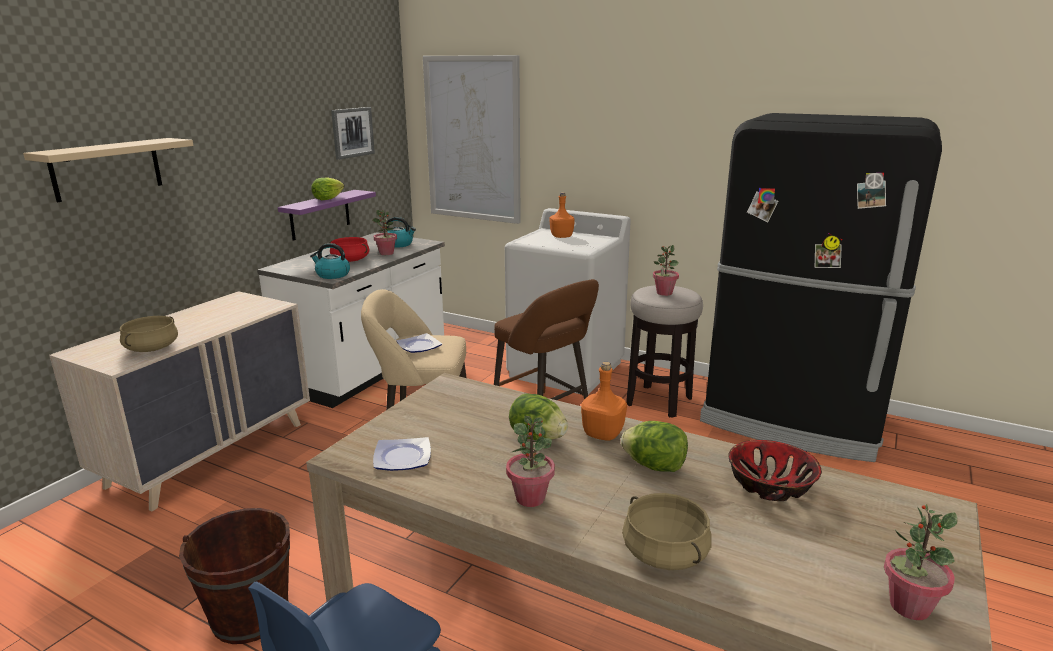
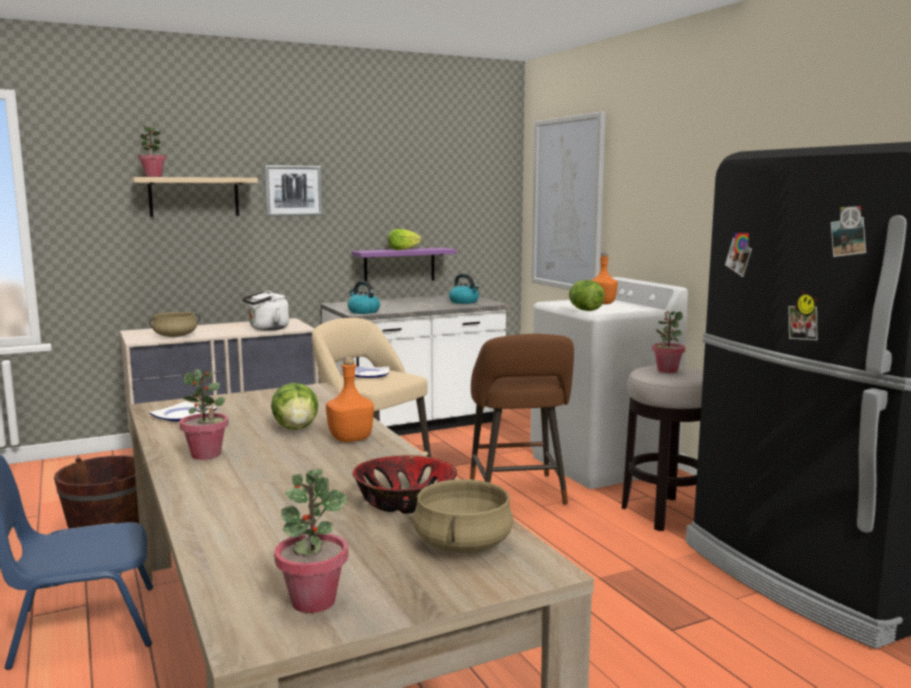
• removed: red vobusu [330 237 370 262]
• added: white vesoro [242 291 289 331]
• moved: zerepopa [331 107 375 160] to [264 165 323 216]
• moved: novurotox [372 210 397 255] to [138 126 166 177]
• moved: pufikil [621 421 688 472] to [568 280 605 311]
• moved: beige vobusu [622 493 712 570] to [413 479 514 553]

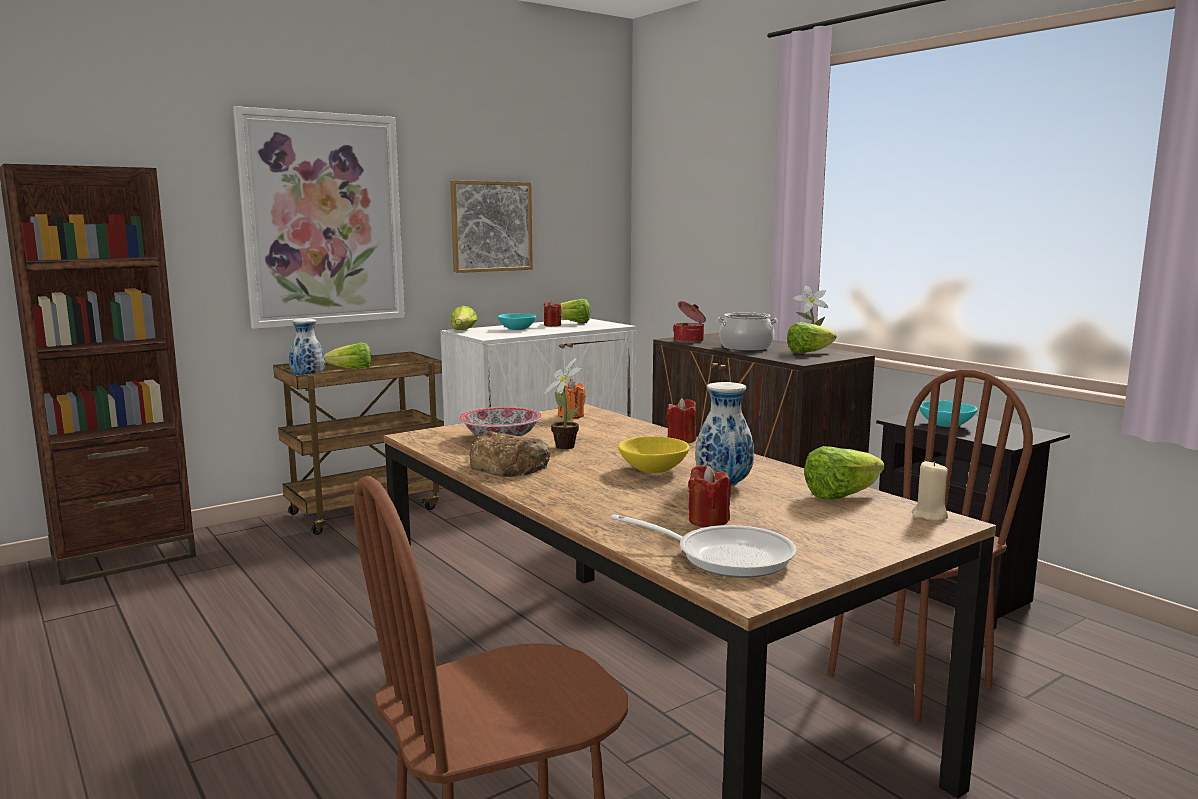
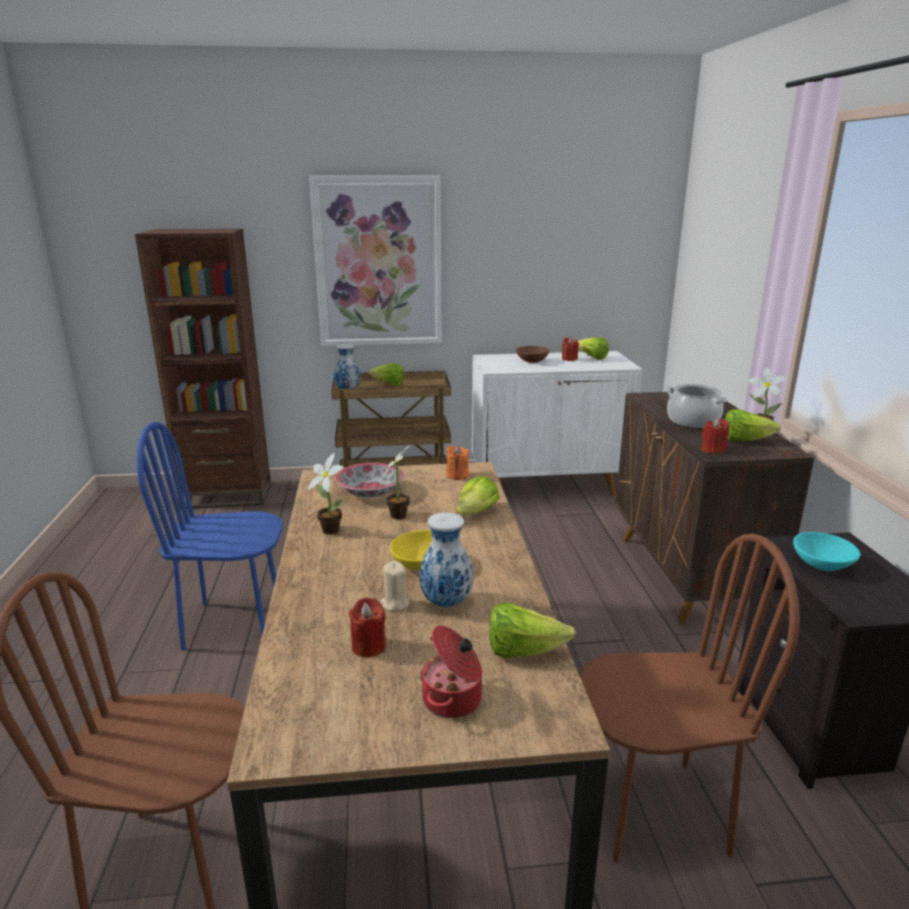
• removed: zerepopa [450 180 533 273]
• removed: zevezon [611 514 796 578]
• added: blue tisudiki [136 422 283 651]
• moved: pufikil [451 306 477 330] to [456 476 500 515]
• moved: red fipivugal [666 398 697 443] to [702 418 729 454]
• moved: vobusu [673 301 706 343] to [420 626 482 718]
• moved: beige fipivugal [912 461 948 521] to [380 561 409 611]
• replaced: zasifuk [469 431 550 477] to novurotox [308 453 344 535]
• recoloured: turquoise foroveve [498 314 536 330] to brown foroveve [516 346 549 363]

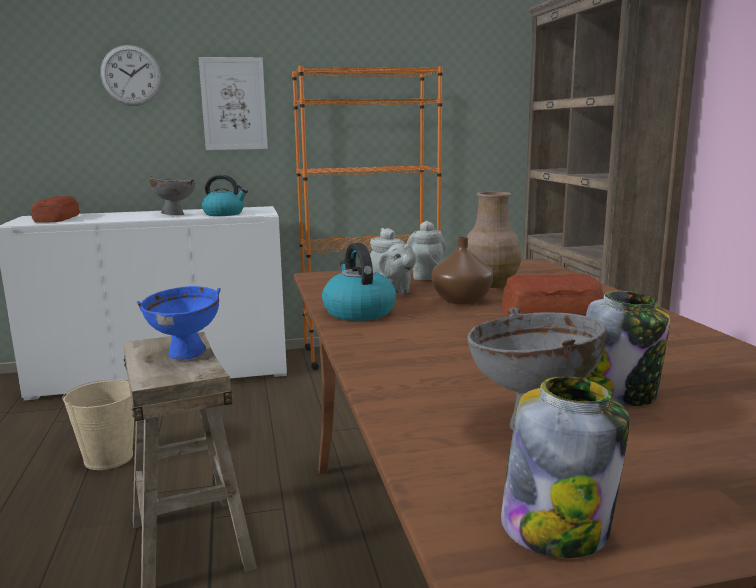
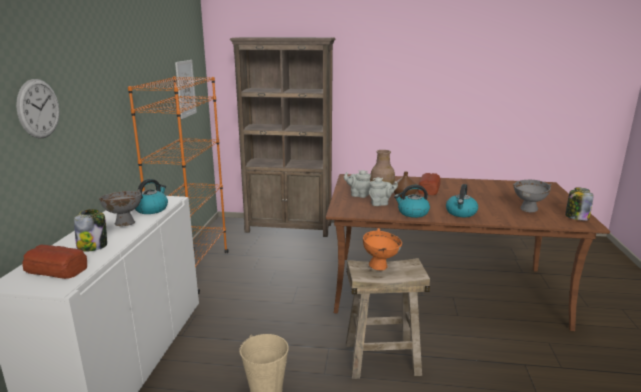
• added: vesoro [446 184 478 217]
• moved: zerepopa [199 57 268 150] to [175 60 197 119]
• moved: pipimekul [586 291 670 406] to [74 209 107 251]
• recoloured: blue foroveve [137 286 220 360] to orange foroveve [363 228 402 271]

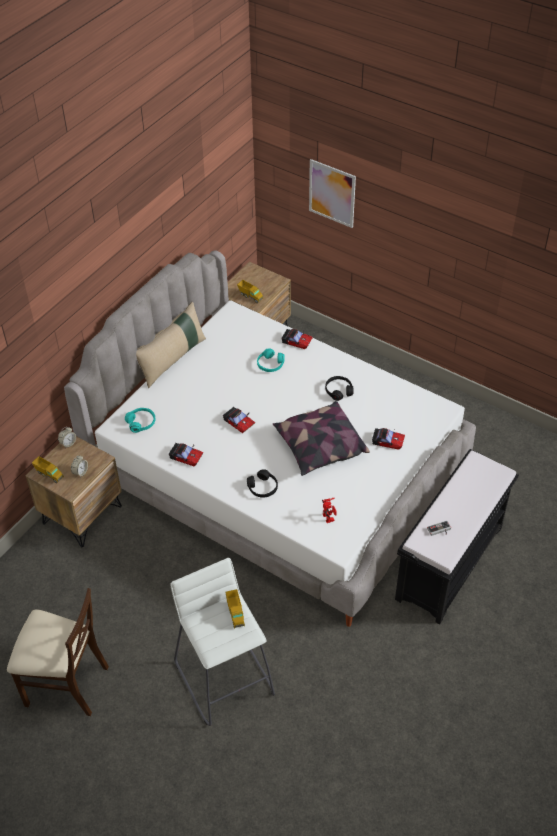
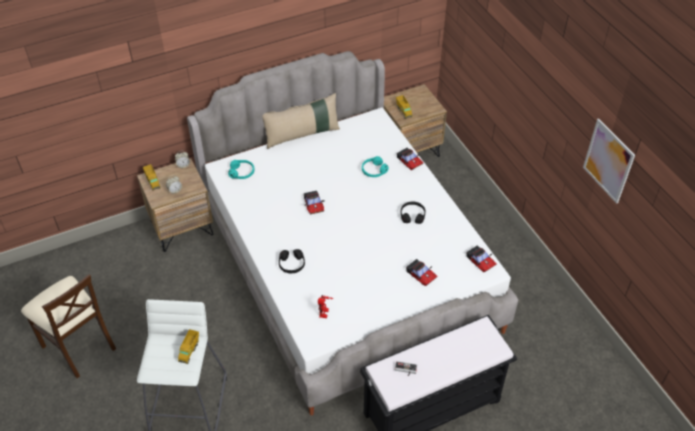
• removed: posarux [273 401 370 476]
• moved: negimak [169 443 203 466] to [466 245 497 272]
• moved: zerepopa [309 159 356 228] to [583 119 635 204]

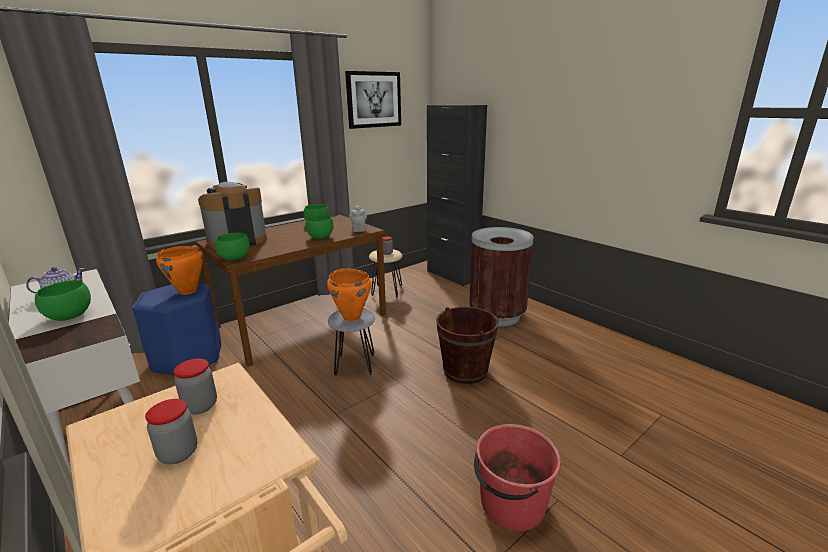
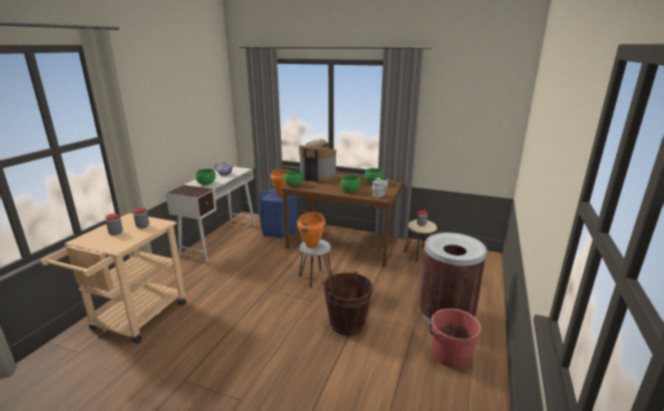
• removed: zerepopa [345 71 401 129]
• removed: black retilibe [427 105 487 286]
• moved: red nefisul [474 424 561 531] to [429 308 481 368]

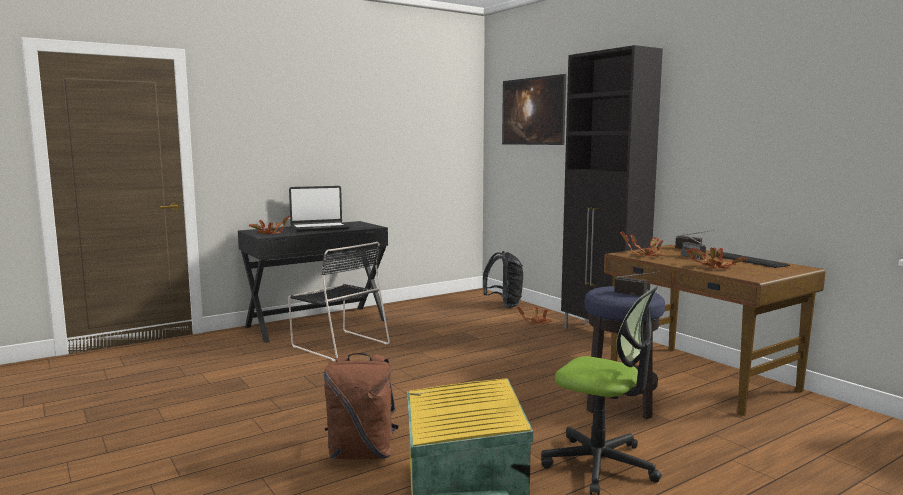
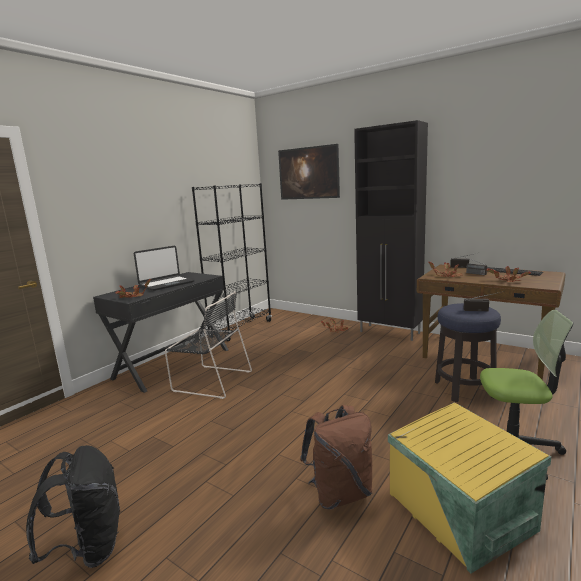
• added: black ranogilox [192 183 272 341]
• moved: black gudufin [483 251 523 308] to [26 445 120 568]

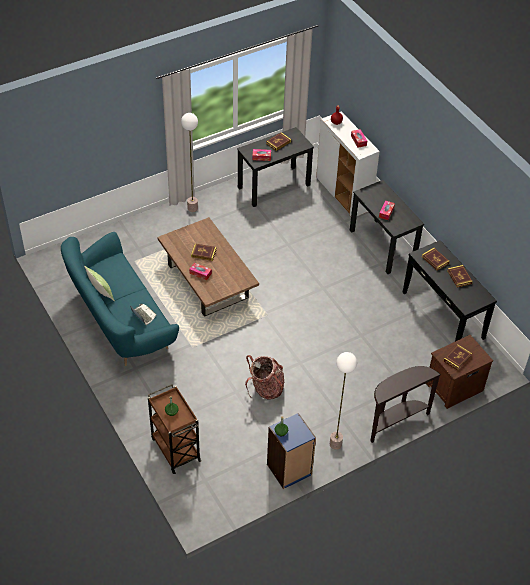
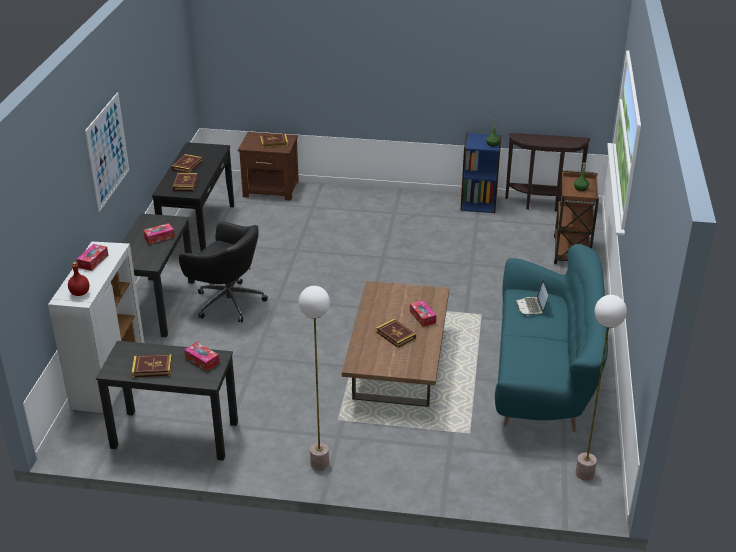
• removed: posarux [84 266 115 301]
• removed: gudufin [245 355 284 399]
• added: zerepopa [85 92 129 212]
• added: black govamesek [179 221 268 322]
• moved: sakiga [330 352 357 450] to [575 295 627 481]
• moved: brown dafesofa [370 366 441 443] to [505 133 590 211]

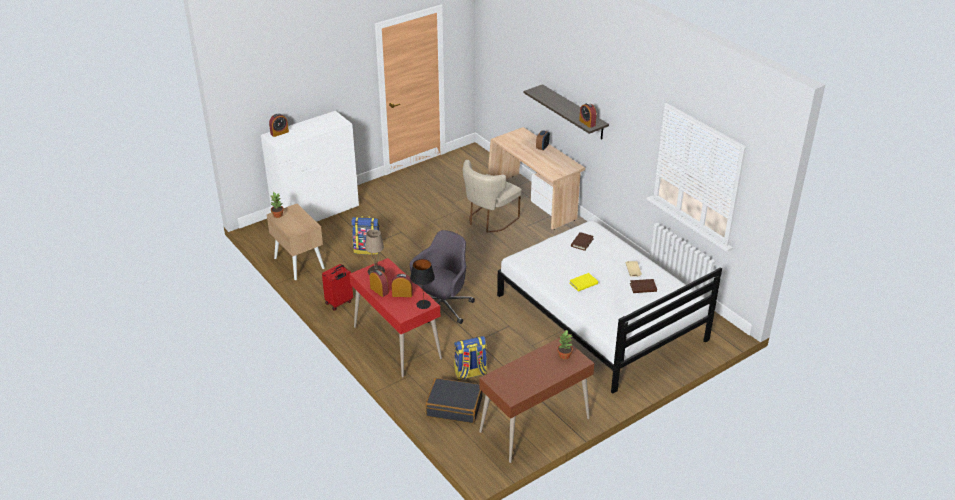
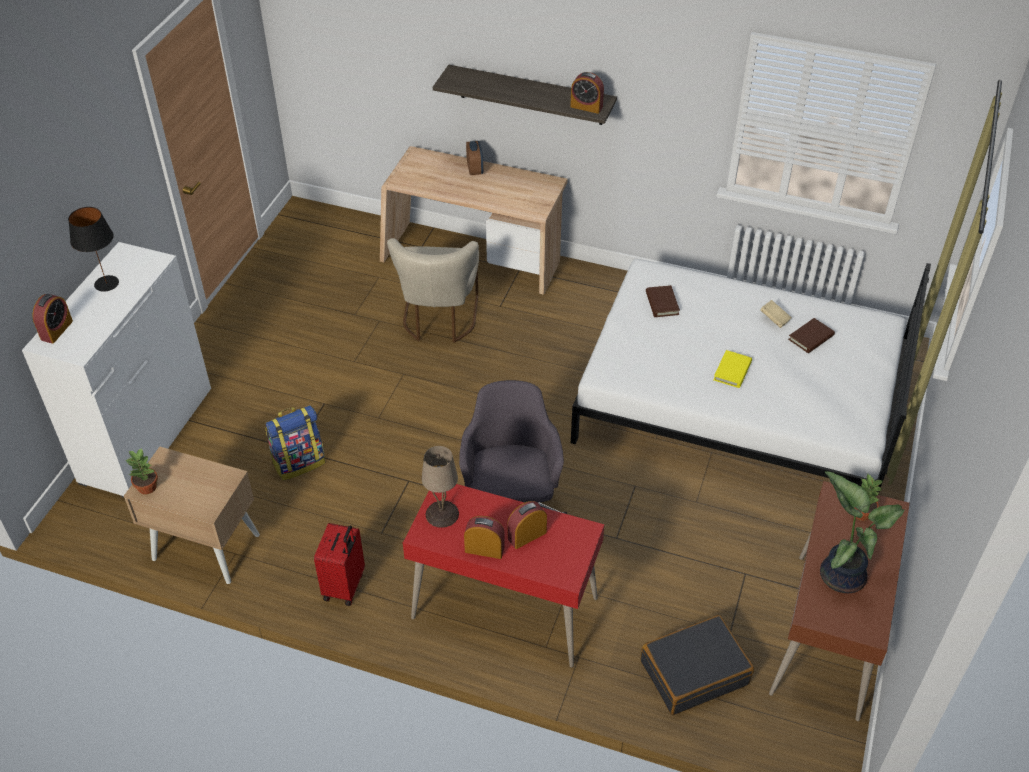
• removed: gudufin [454 336 487 380]
• added: novurotox [820 471 905 593]
• moved: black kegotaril [410 259 435 309] to [68 207 119 292]

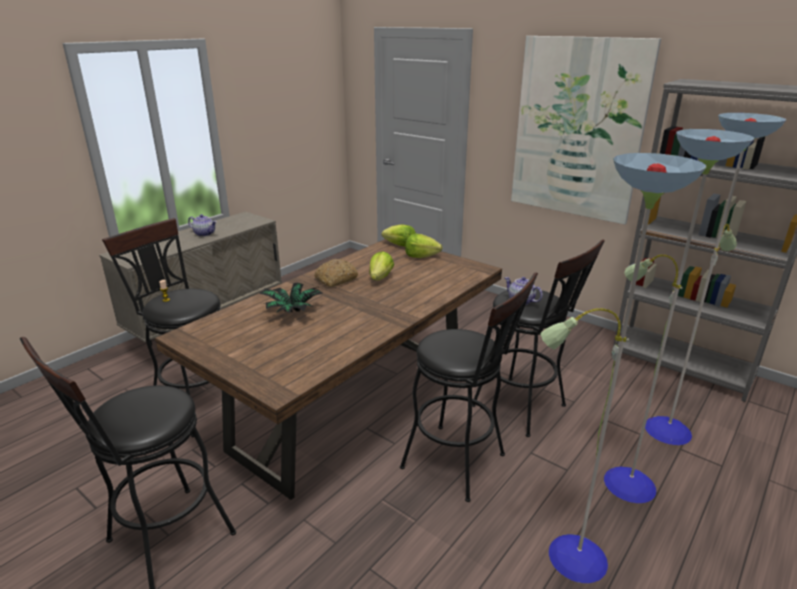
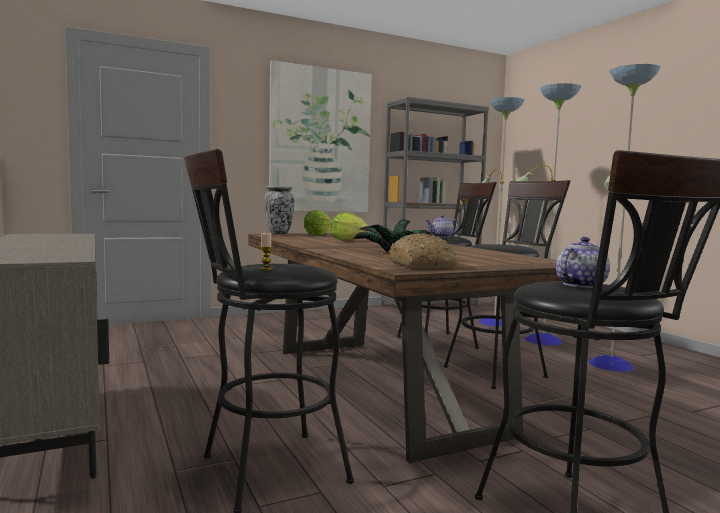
• moved: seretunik [188 214 217 237] to [556 237 610 288]
• moved: zasifuk [314 259 358 287] to [389 233 458 269]
• replaced: pufikil [382 224 416 247] to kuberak [264 186 295 235]

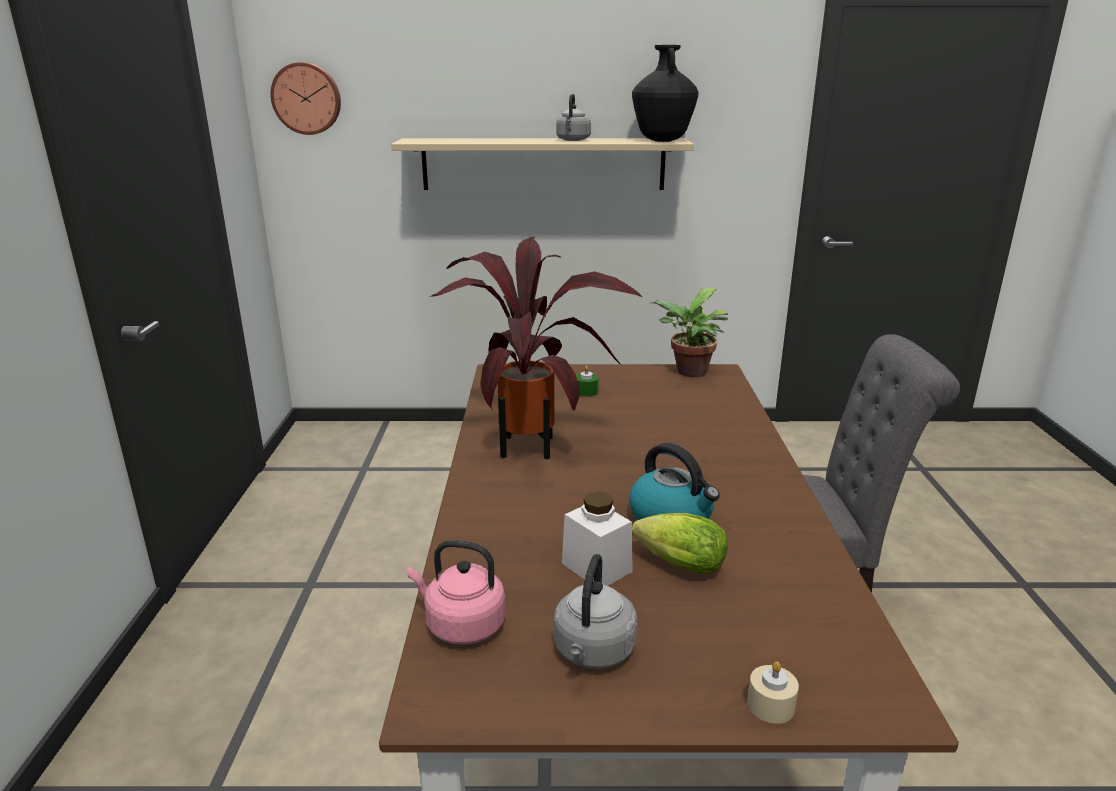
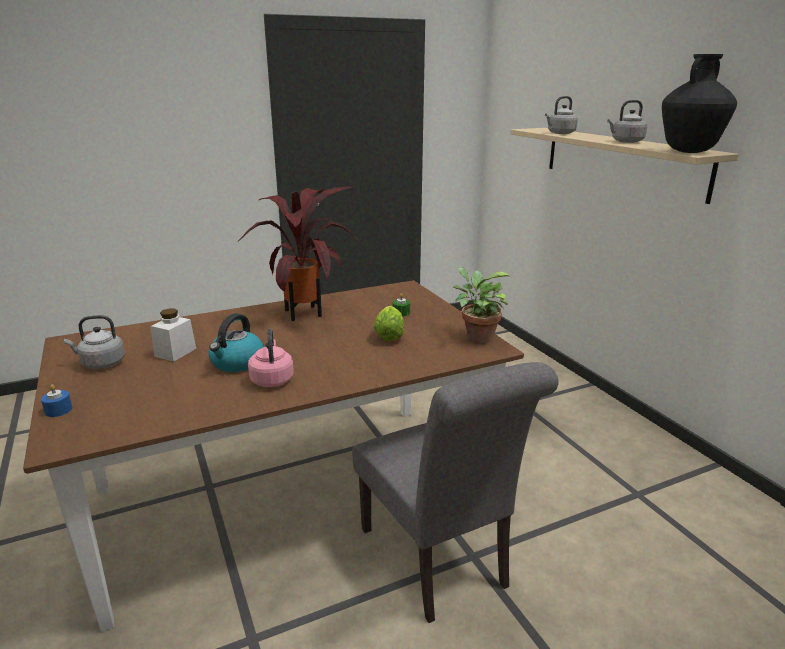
• removed: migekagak [270 62 341 135]
• added: grey vesoro [545 96 578 134]
• moved: pink vesoro [408 540 506 645] to [248 329 294 387]
• moved: pufikil [632 513 728 574] to [373 306 404 341]
• recoloured: beige fipivugal [747 661 799 724] to blue fipivugal [41 384 72 417]

